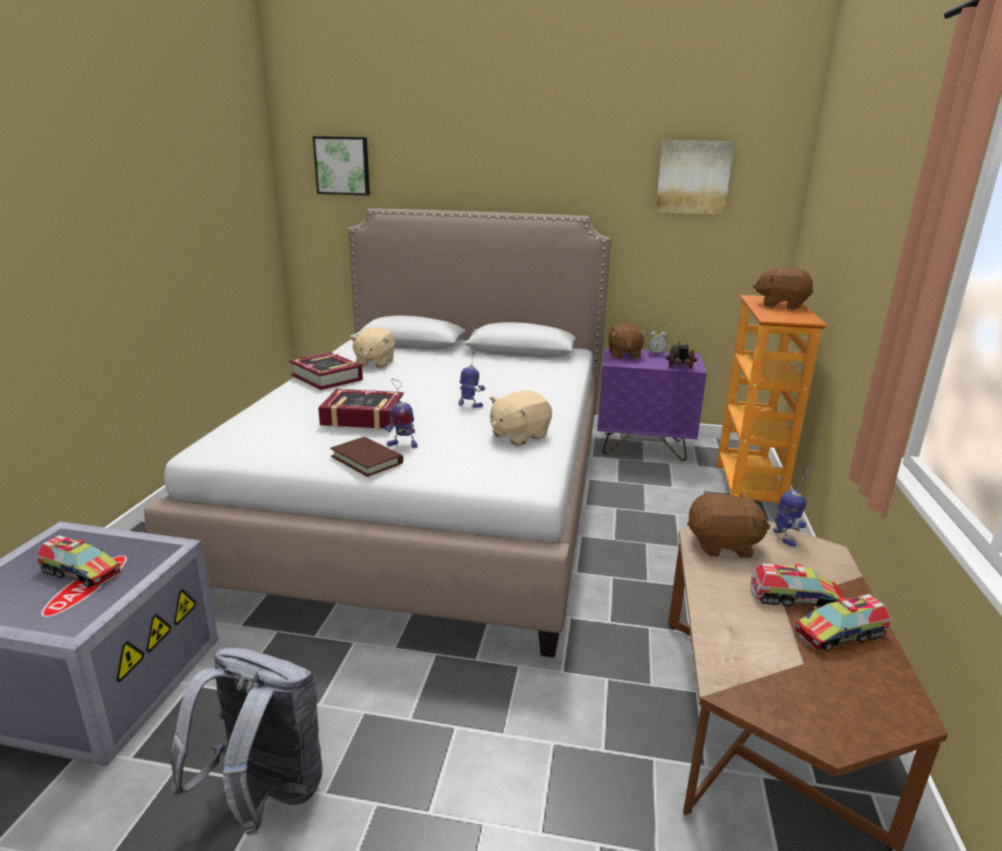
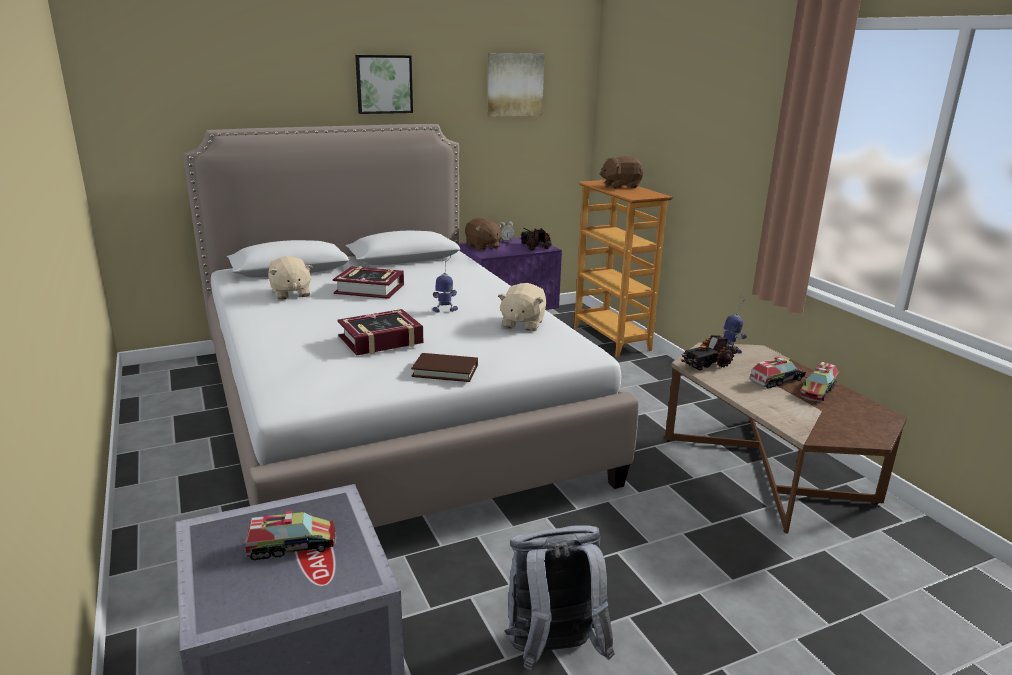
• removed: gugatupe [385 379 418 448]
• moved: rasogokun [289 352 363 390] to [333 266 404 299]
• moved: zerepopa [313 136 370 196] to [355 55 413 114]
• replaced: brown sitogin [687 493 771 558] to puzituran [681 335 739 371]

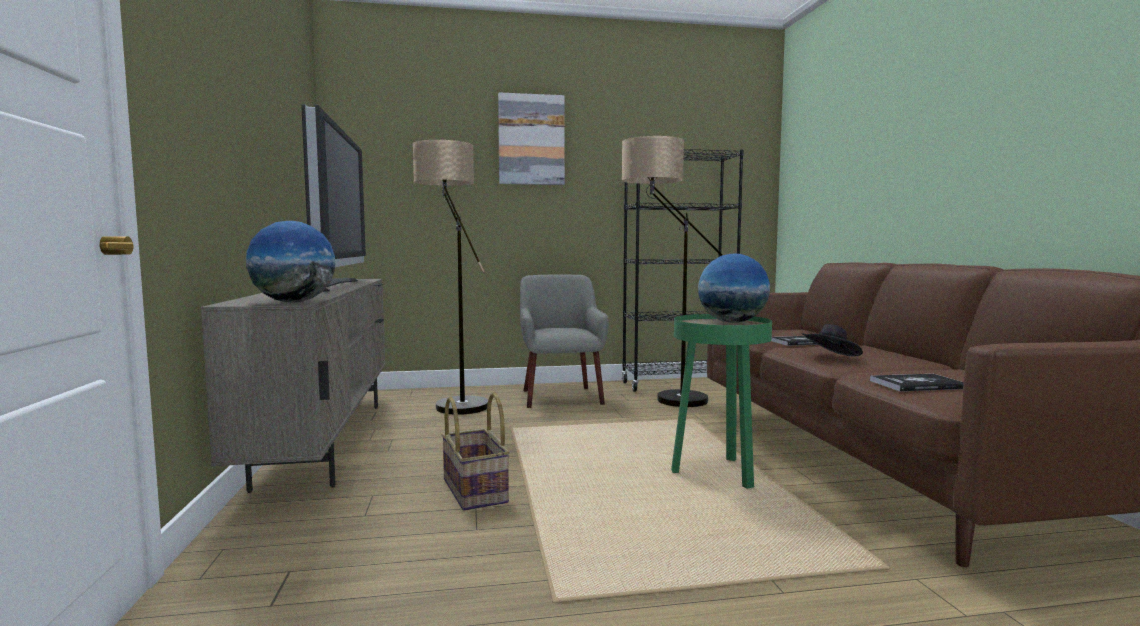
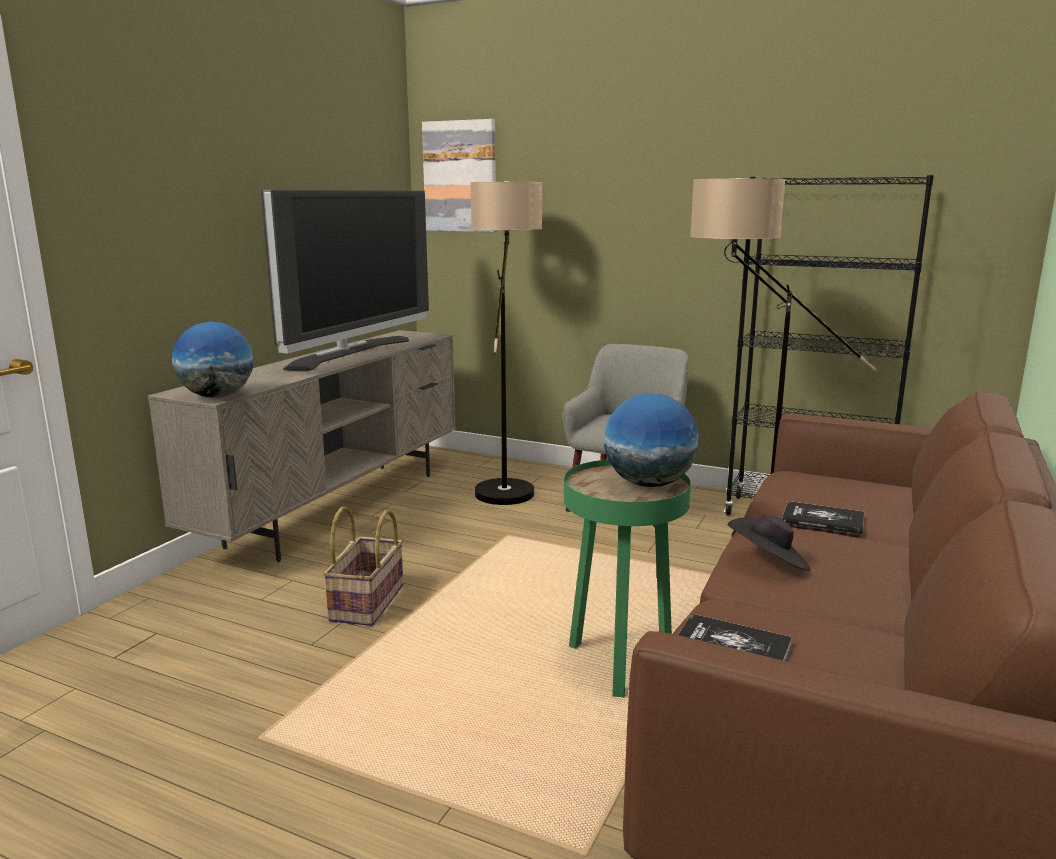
• moved: zerepopa [498 92 565 185] to [422 119 496 232]

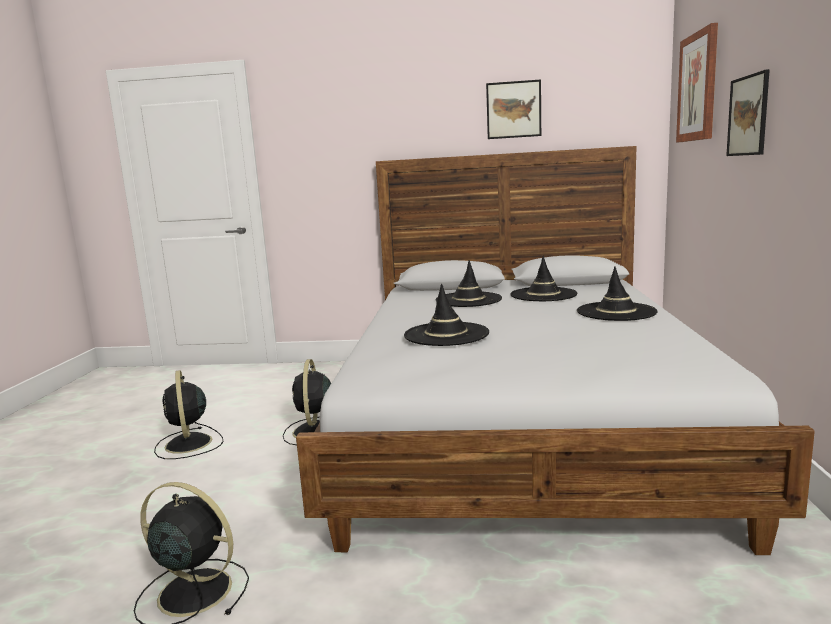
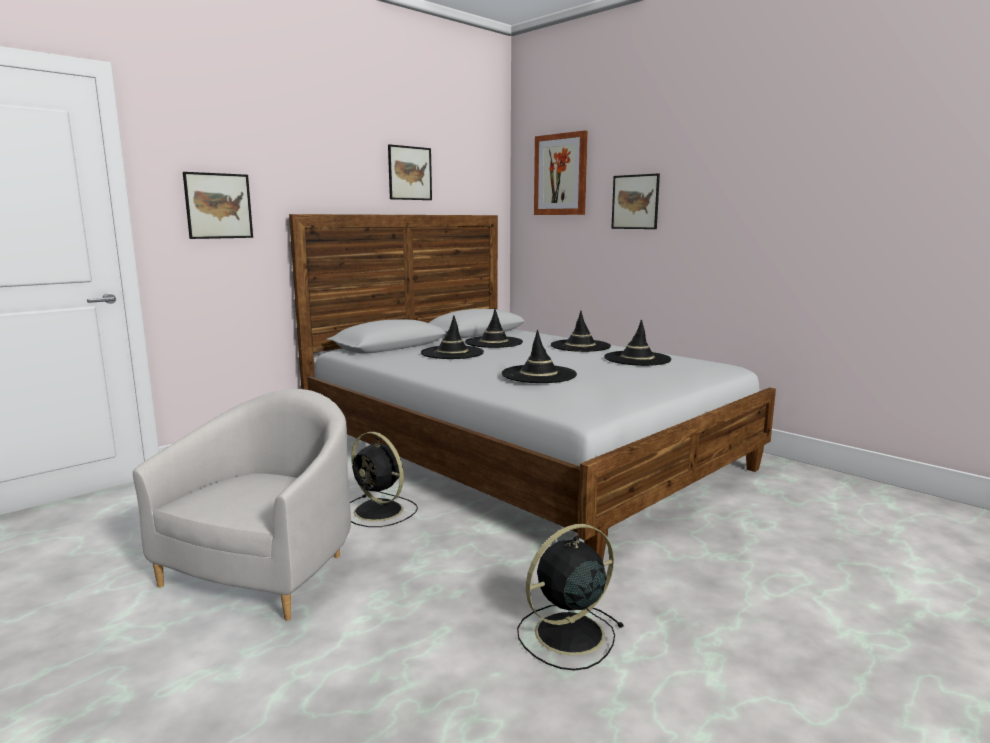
• added: zerepopa [183 172 253 239]
• added: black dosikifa [604 319 671 366]
• replaced: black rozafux [154 370 223 459] to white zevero [133 389 351 621]

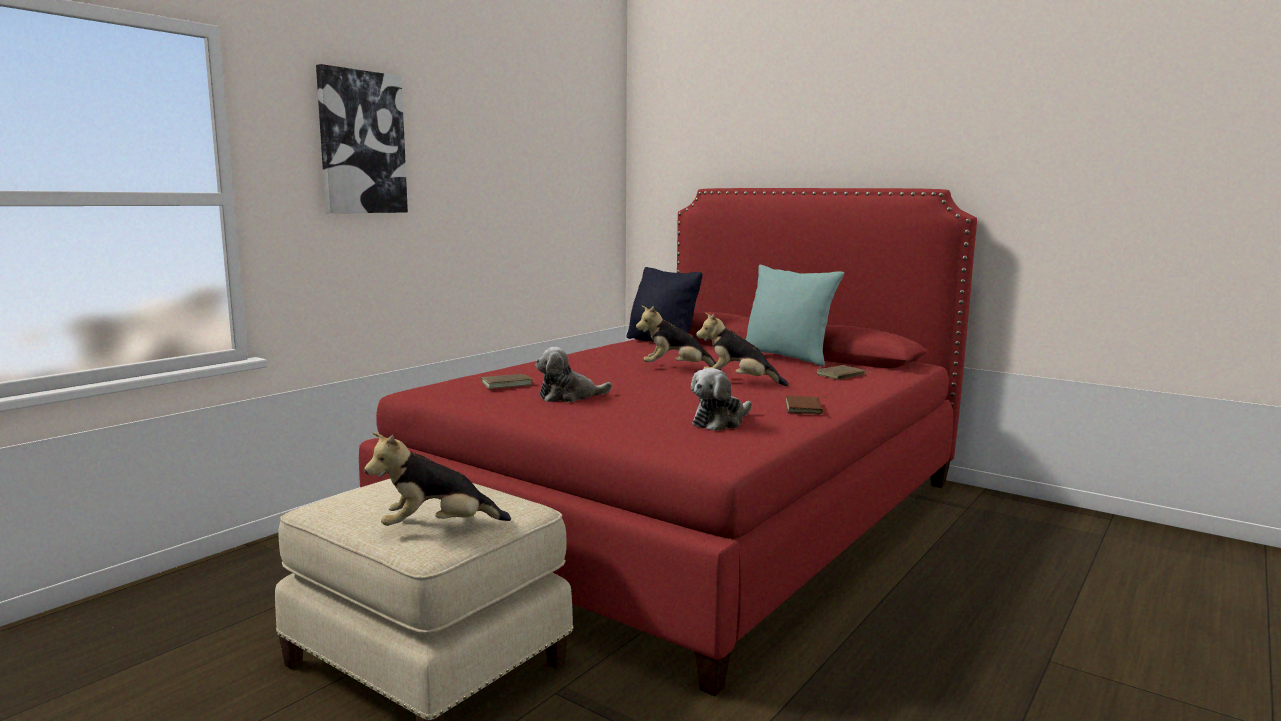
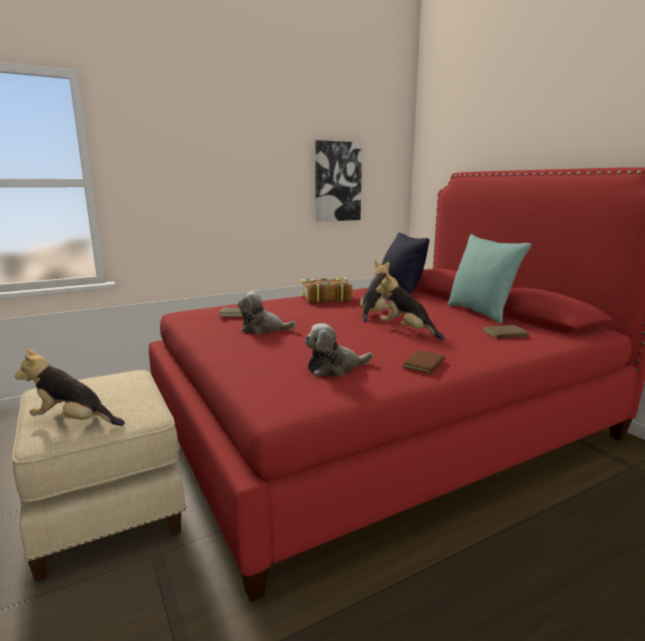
• added: rasogokun [301 277 352 303]
• moved: zerepopa [316 64 408 213] to [315 140 362 222]
• turned: sitogin [636 306 721 370] = [360 261 390 323] 90 degrees clockwise

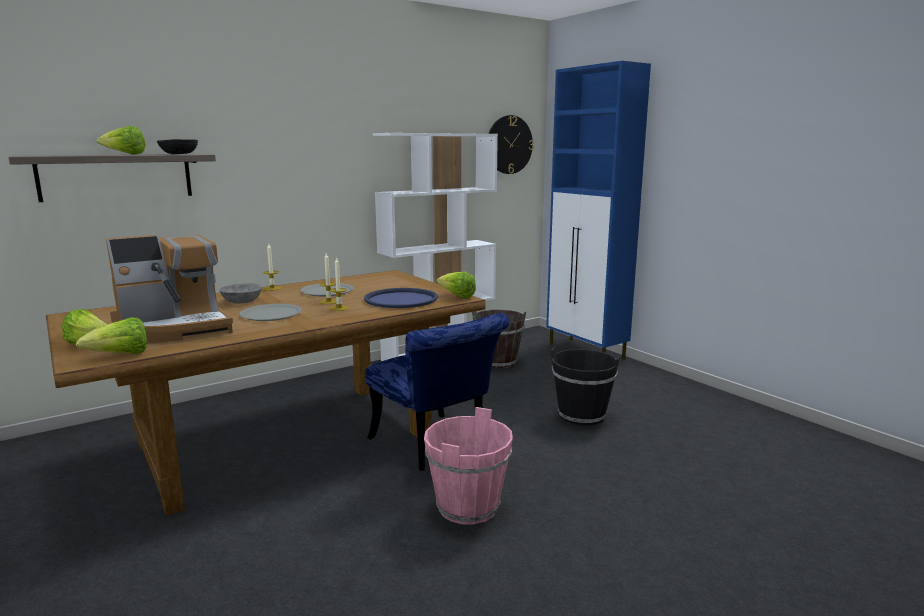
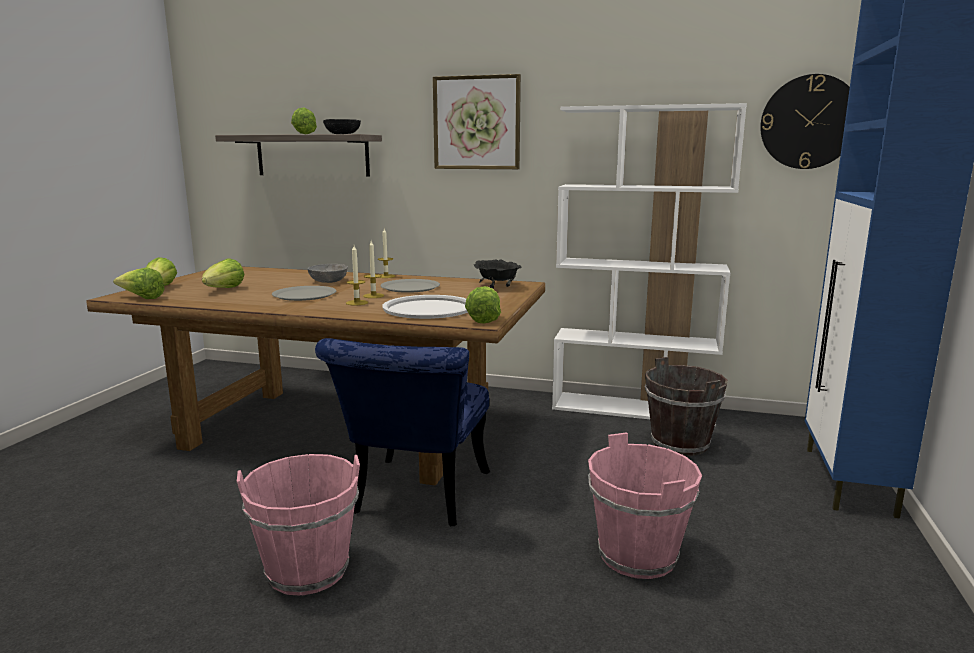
• added: zerepopa [433 74 521 169]
• added: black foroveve [474 259 521 289]
• replaced: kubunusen [106 234 233 343] to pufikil [202 258 245 288]
• recoloured: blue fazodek [364 288 438 308] to white fazodek [383 295 468 319]
• recoloured: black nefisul [551 347 621 425] to pink nefisul [588 432 702 579]

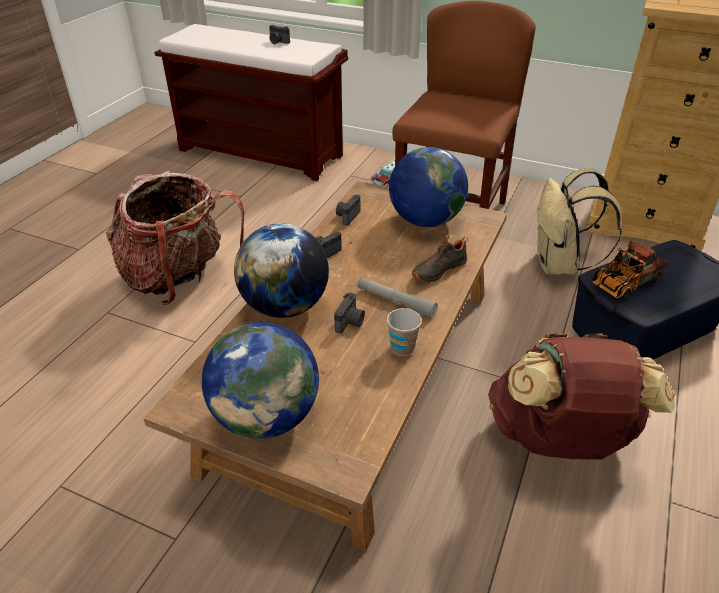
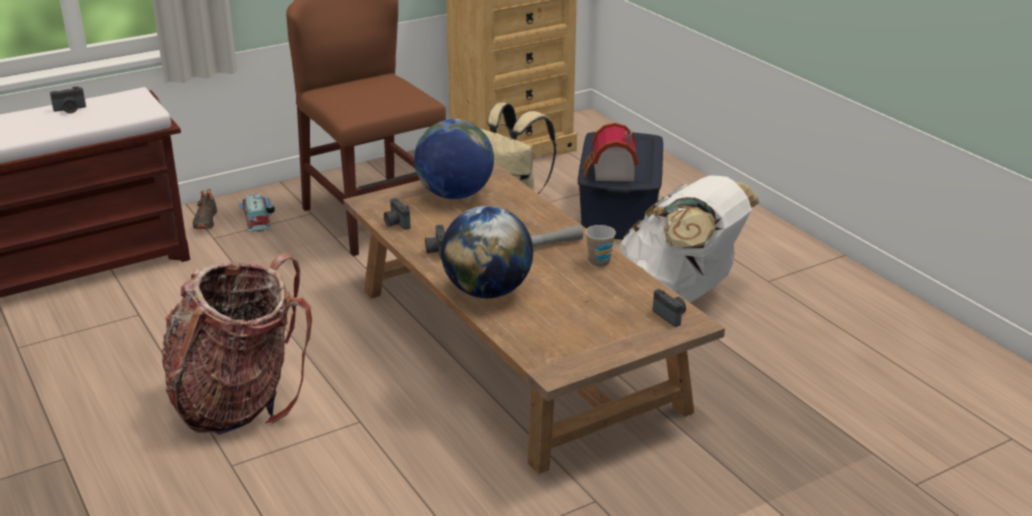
• removed: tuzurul [202 322 319 439]
• moved: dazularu [334 292 365 333] to [653 289 686 327]
• moved: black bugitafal [412 235 468 283] to [193 189 217 229]
• replaced: puzituran [592 241 669 299] to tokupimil [583 123 639 181]
• recoloured: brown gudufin [488 333 675 459] to white gudufin [619 176 760 303]

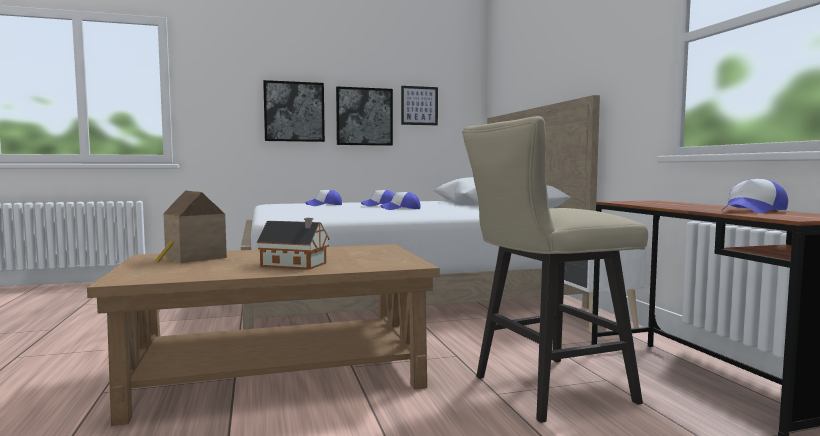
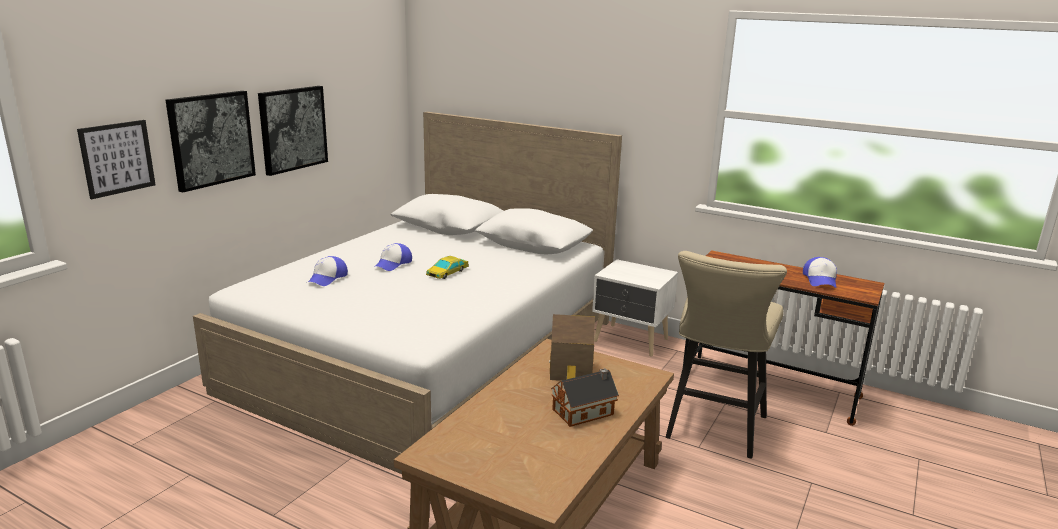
• moved: tokupimil [155 191 227 263] to [549 314 595 381]
• moved: zerepopa [401 86 438 125] to [77 120 156 199]
• replaced: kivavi [380 192 421 210] to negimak [426 256 469 279]

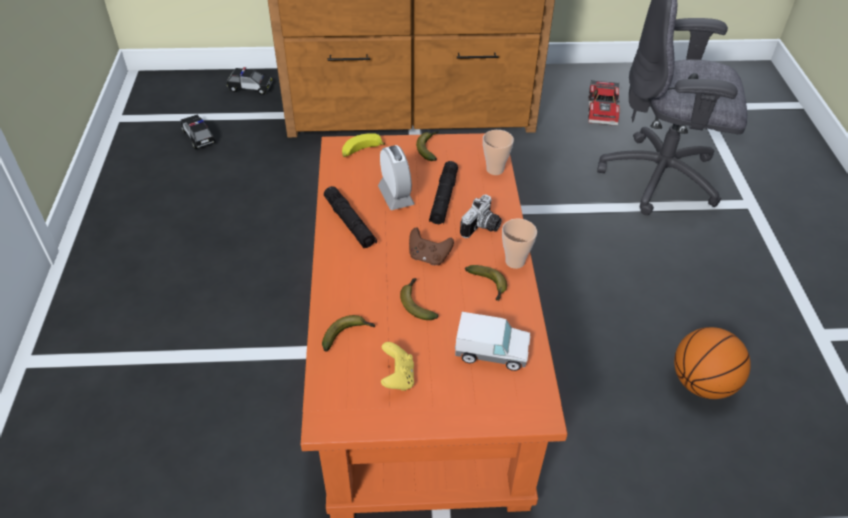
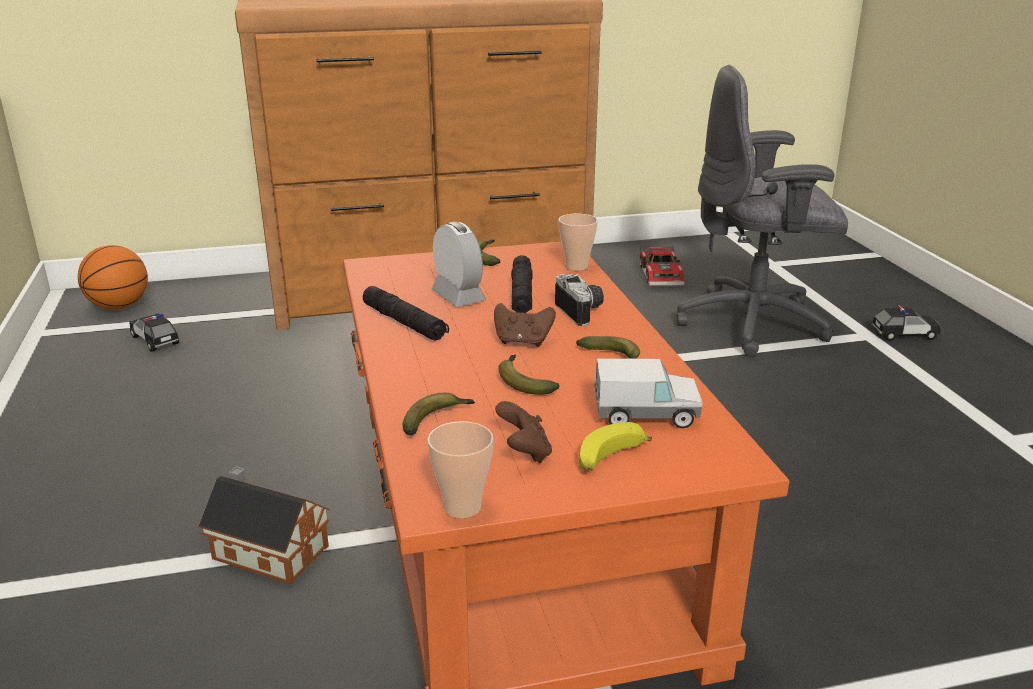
• added: tokupimil [198 466 330 585]
• moved: negimak [227 67 273 95] to [871 305 941 341]
• moved: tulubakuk [342 133 385 157] to [579 422 652 471]
• moved: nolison [502 219 537 269] to [428 421 494 518]
• moved: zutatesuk [674 327 751 399] to [78 245 148 310]
• recoloured: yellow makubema [381 342 414 391] to brown makubema [495 401 552 463]
• turned: dazularu [460 195 502 238] = [555 273 604 326] 45 degrees counterclockwise

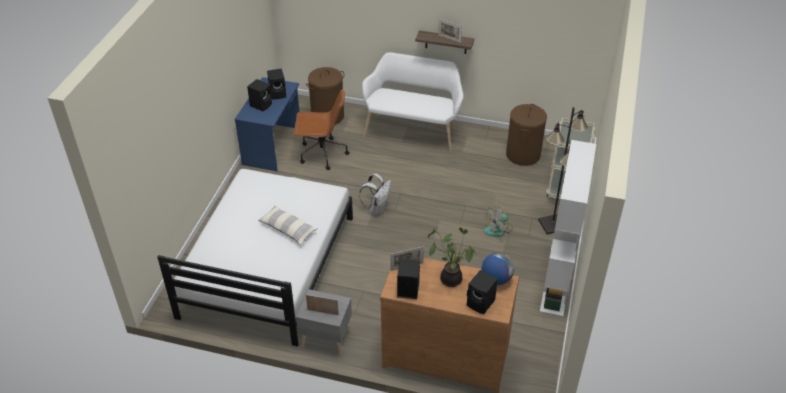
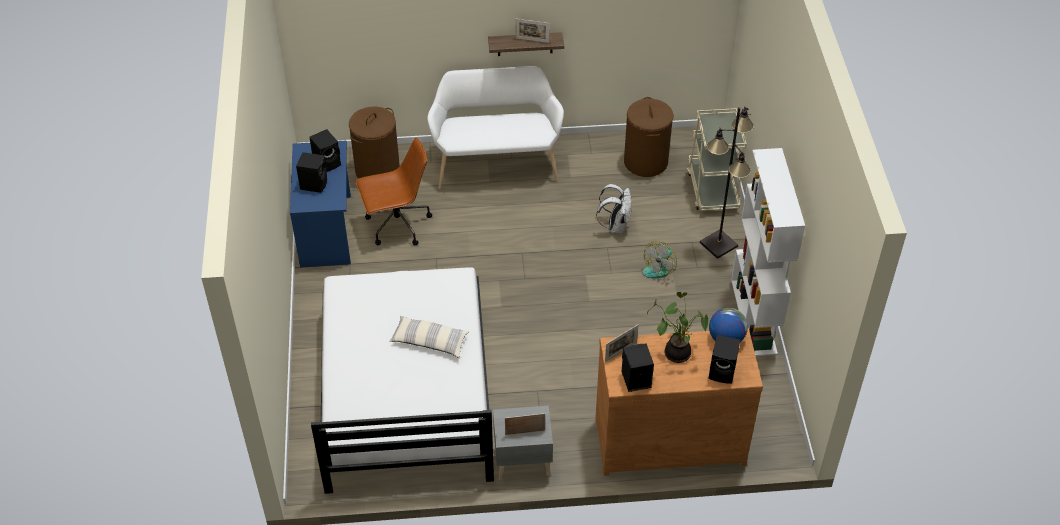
• moved: white gudufin [359 173 391 215] to [596 184 631 234]

